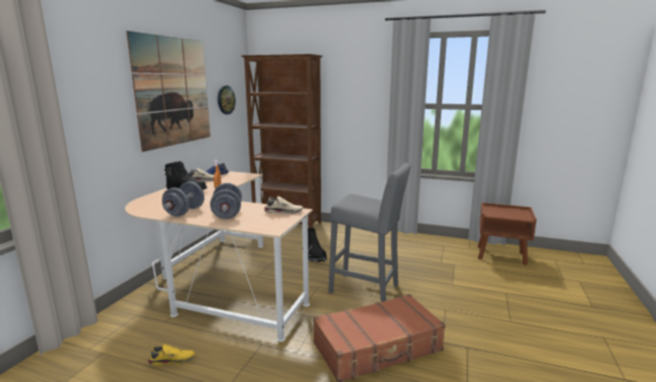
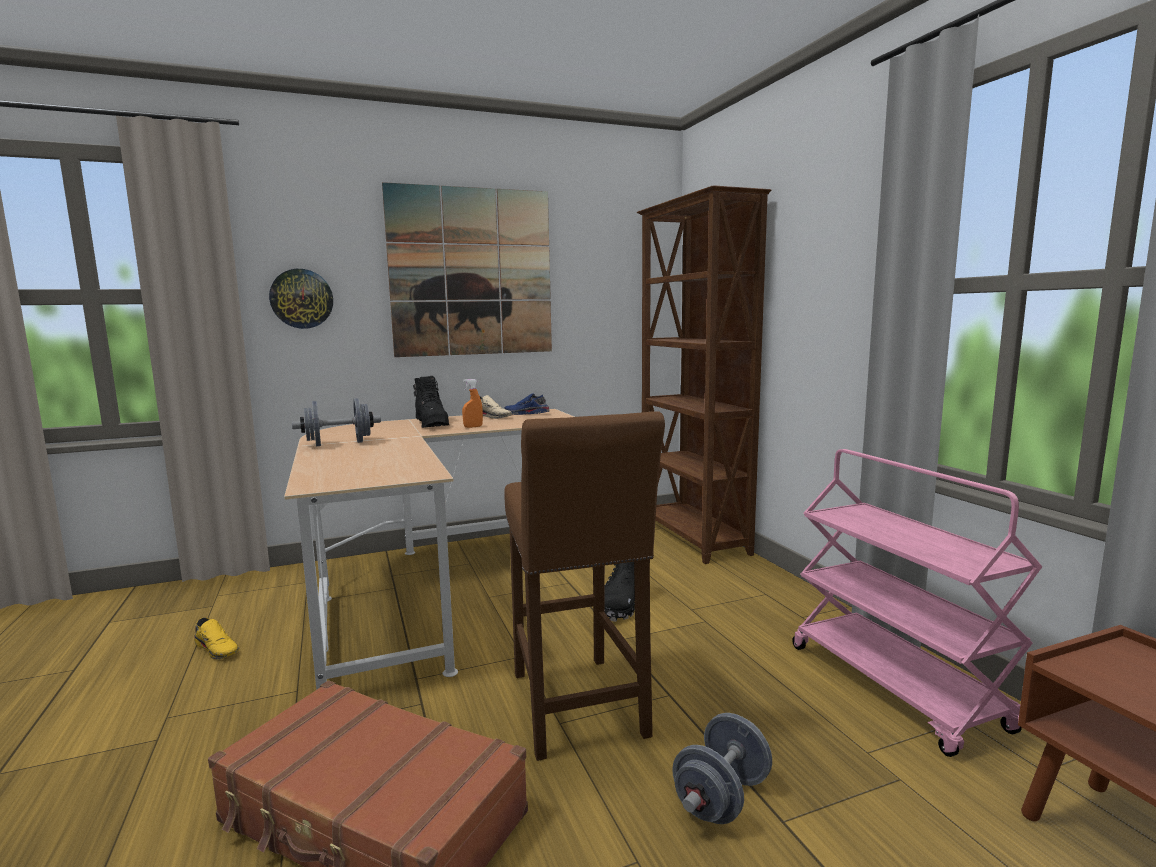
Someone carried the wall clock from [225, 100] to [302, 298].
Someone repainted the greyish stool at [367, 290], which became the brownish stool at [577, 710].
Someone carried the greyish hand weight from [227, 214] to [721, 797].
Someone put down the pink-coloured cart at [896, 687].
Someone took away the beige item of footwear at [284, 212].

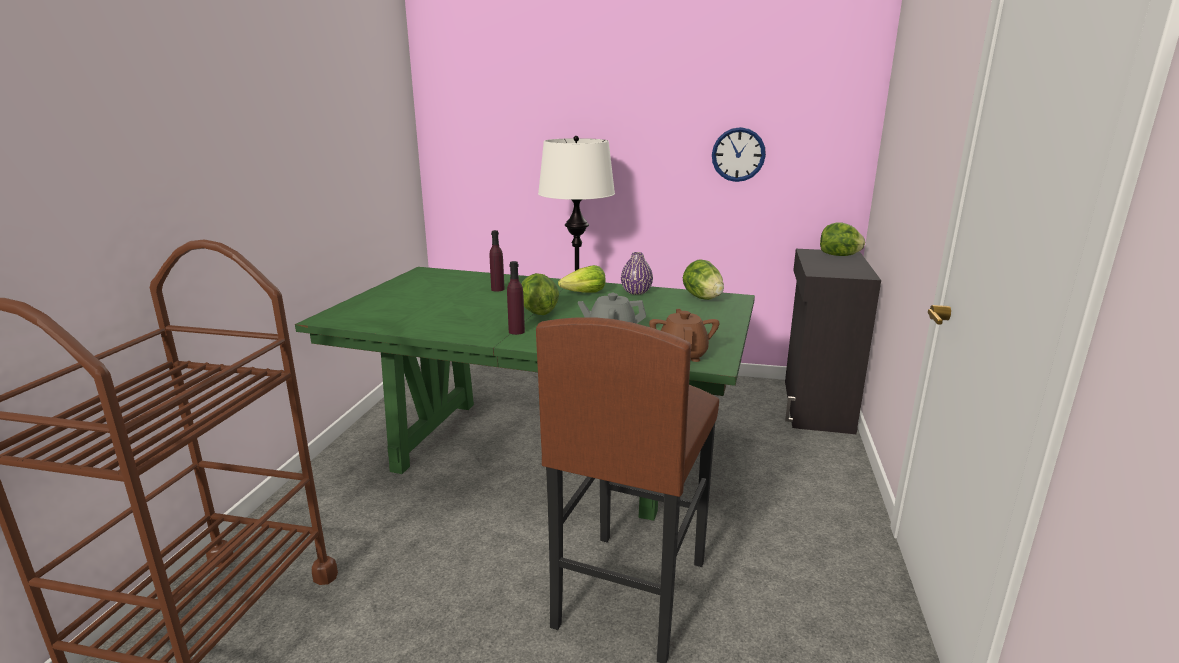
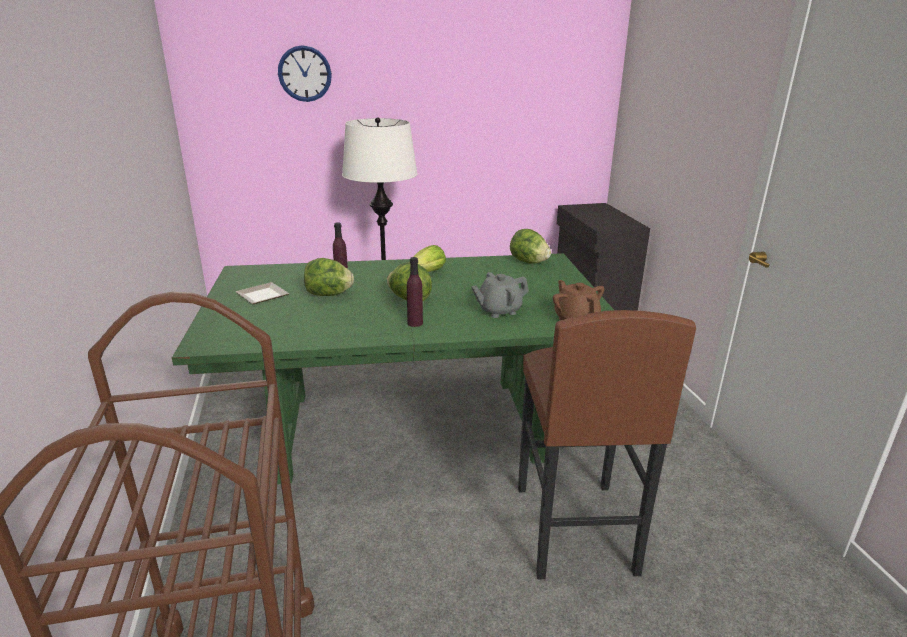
Someone put down the flat dish at [263, 295].
Someone carried the wall clock from [738, 154] to [304, 74].
Someone carried the lettuce from [839, 255] to [329, 294].
Someone took away the purple-coloured flower vase at [636, 292].

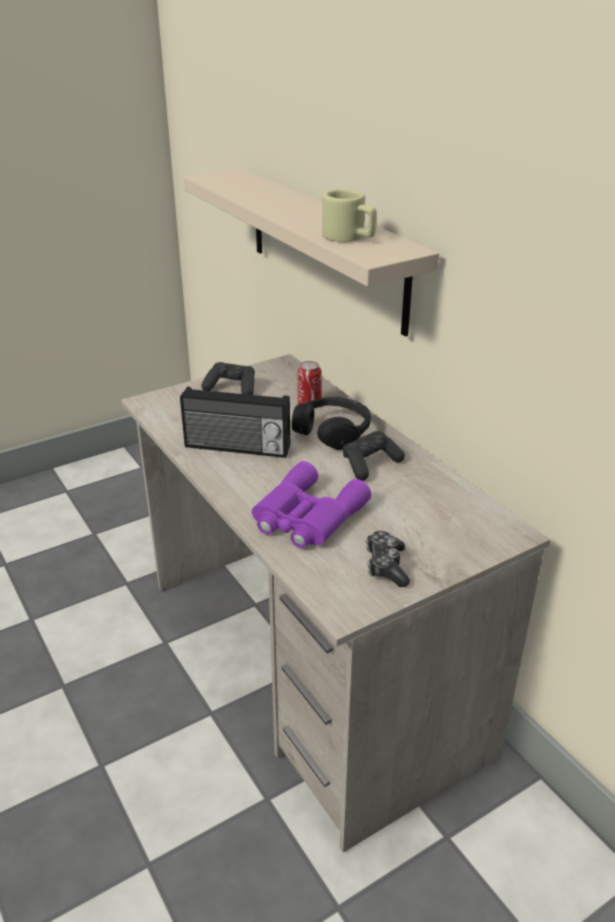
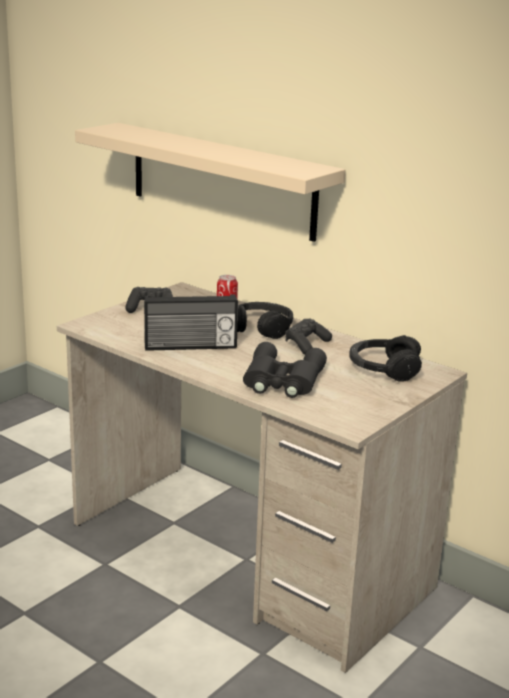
Someone repainted the purple-coloured field glasses at [306, 517], which became the blackish field glasses at [282, 381].
Someone put down the blackish headset at [383, 369].
Someone took away the beige tea mug at [349, 238].
Someone took away the joypad at [386, 566].

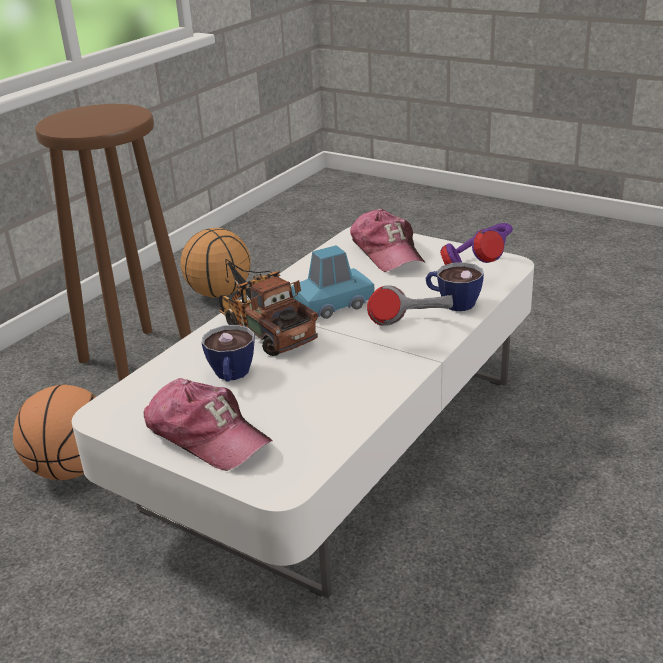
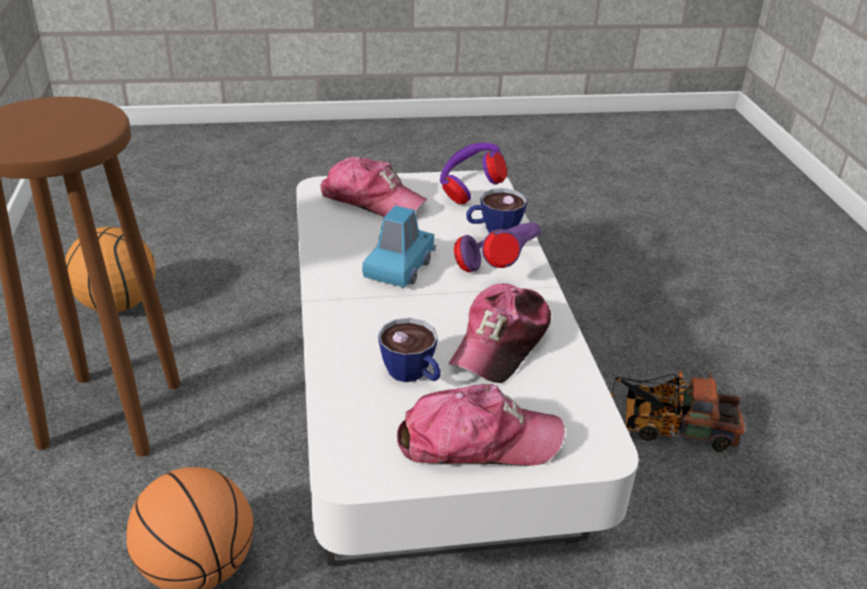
Someone put down the baseball cap at [501, 343].
Someone repainted the greyish headset at [410, 331], which became the purple-coloured headset at [498, 268].
Someone carried the model truck from [264, 328] to [670, 428].

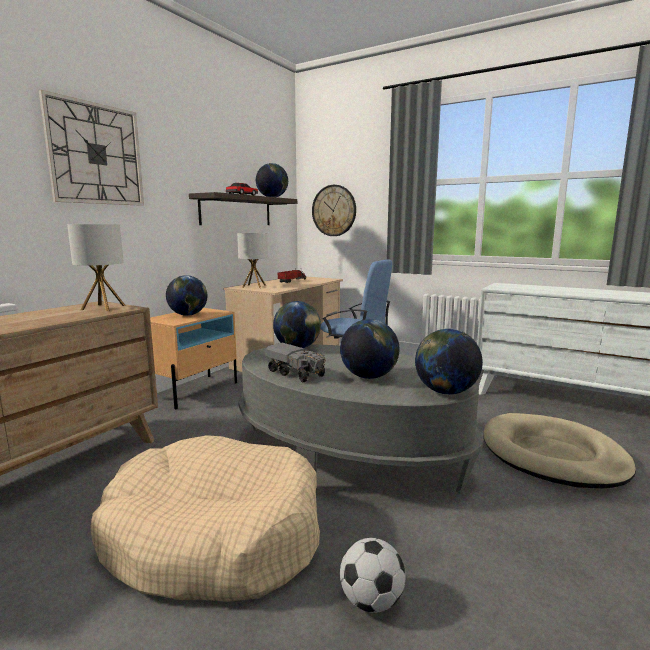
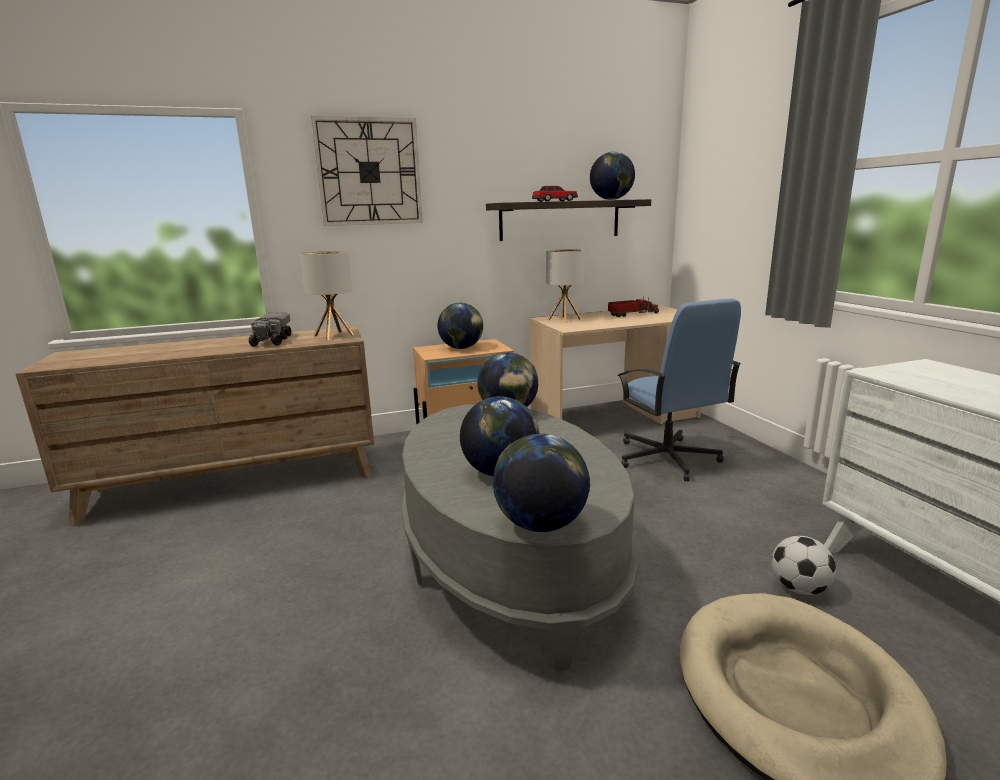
Someone carried the model truck from [296, 373] to [272, 341].
Someone carried the football from [371, 601] to [799, 588].
Someone took away the beige dog bed at [214, 535].
Someone took away the wall clock at [334, 210].

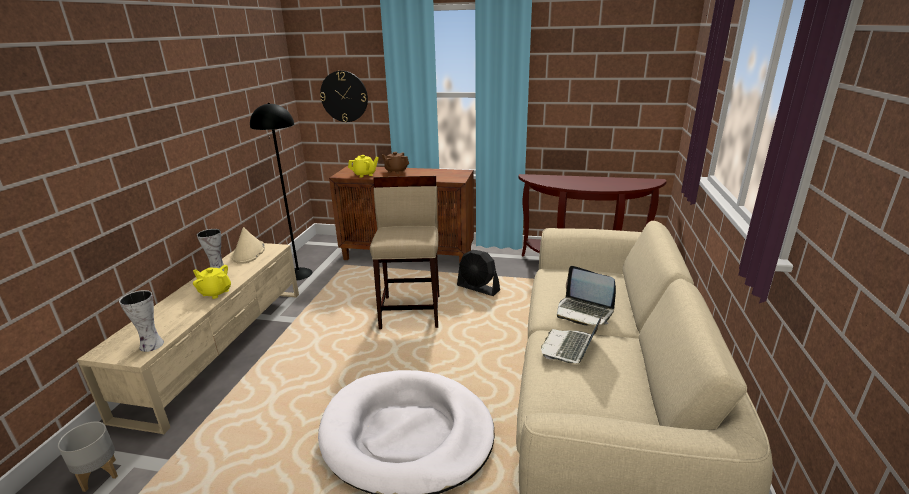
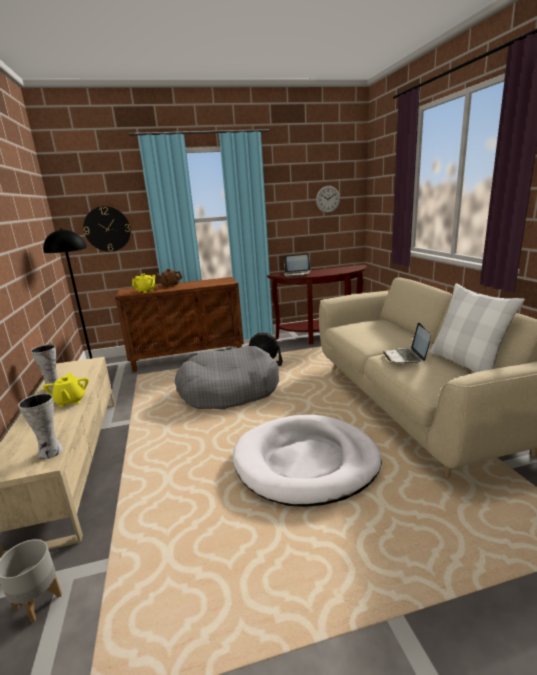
Someone rotated the yellowish tea pot at [215, 292] by 105 degrees counterclockwise.
Someone swapped the beige stool at [411, 311] for the greyish dog bed at [228, 390].
Someone carried the portable computer from [584, 312] to [297, 274].
Someone put up the wall clock at [328, 199].
Someone put down the white cushion at [466, 364].
Someone took away the beige wearable hat at [248, 253].

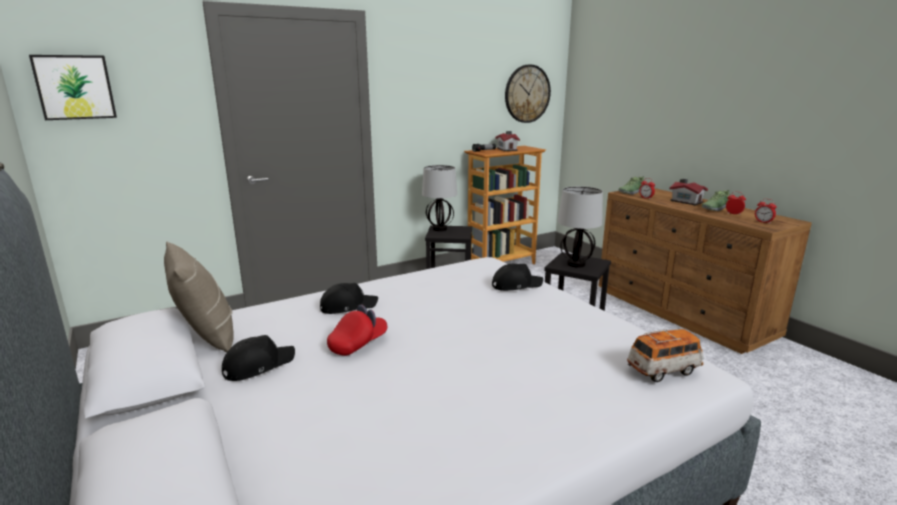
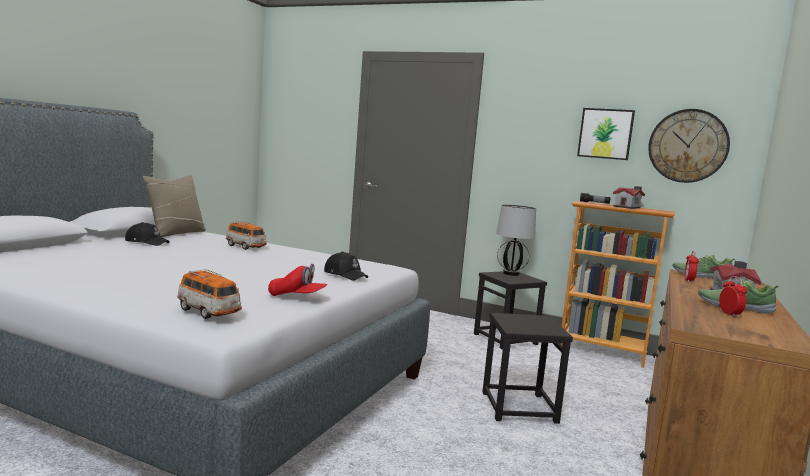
Someone swapped the blackish baseball cap at [347, 306] for the miniature car at [245, 247].
Someone carried the reddish baseball cap from [358, 344] to [297, 297].
Someone carried the picture from [75, 87] to [605, 134].
Someone took away the lamp for a table at [575, 264].
Someone took away the alarm clock at [763, 222].

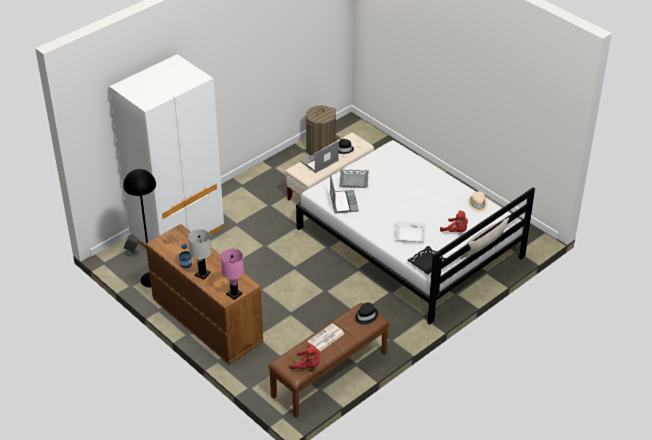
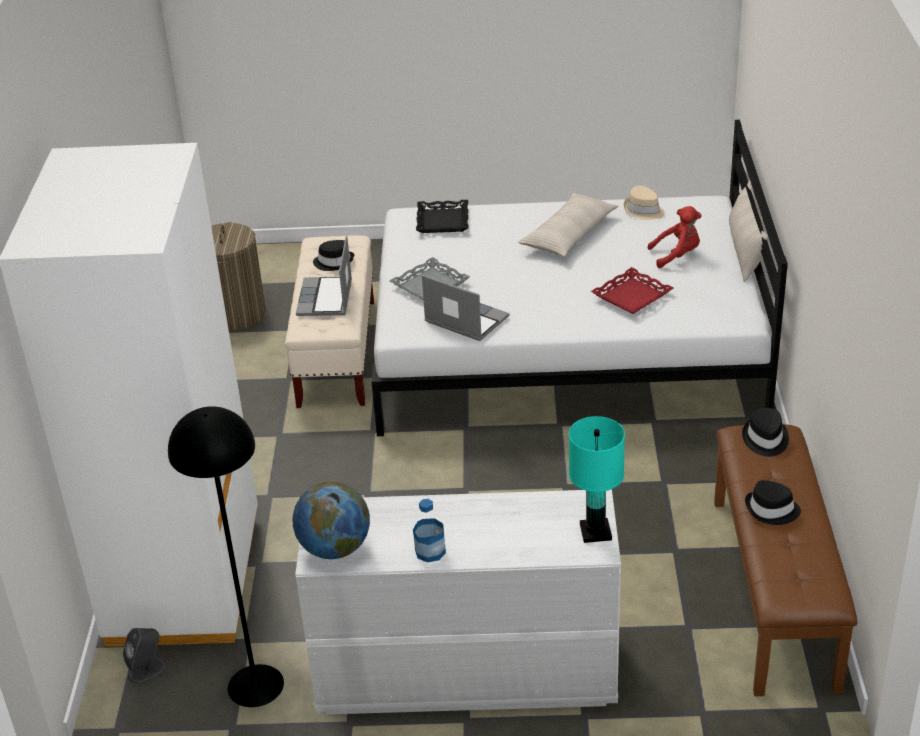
Someone put down the globe at [334, 548].
Someone repainted the brownish chest of drawers at [206, 322], which became the white chest of drawers at [464, 673].
Someone carried the blackish carrying tray from [427, 263] to [443, 221].
Someone put down the beige cushion at [569, 235].
Someone repainted the pink-coloured lamp for a table at [234, 294], which became the blue-green lamp for a table at [595, 531].
Someone repainted the white carrying tray at [410, 234], which became the reddish carrying tray at [632, 296].
Someone swapped the daily paper at [326, 338] for the blackish wearable hat at [771, 510].
Someone took away the white lamp for a table at [202, 274].
Someone took away the reddish plush toy at [307, 366].

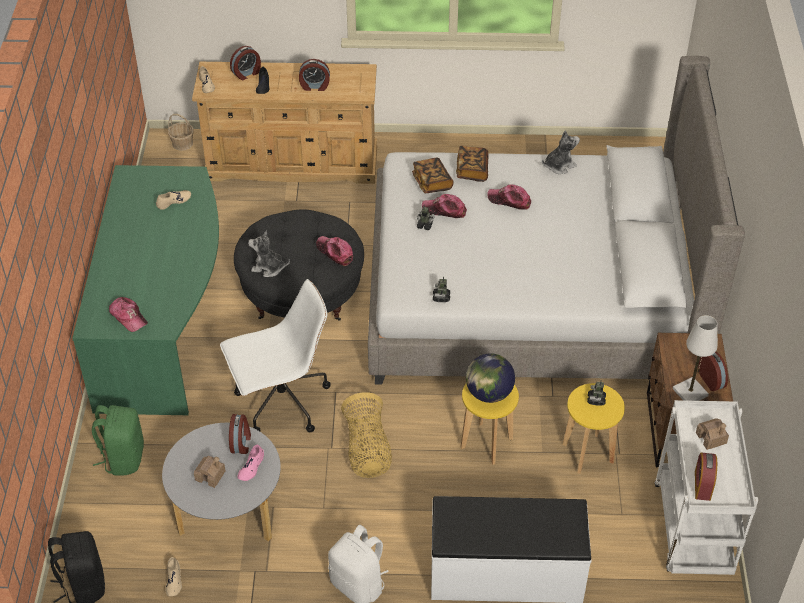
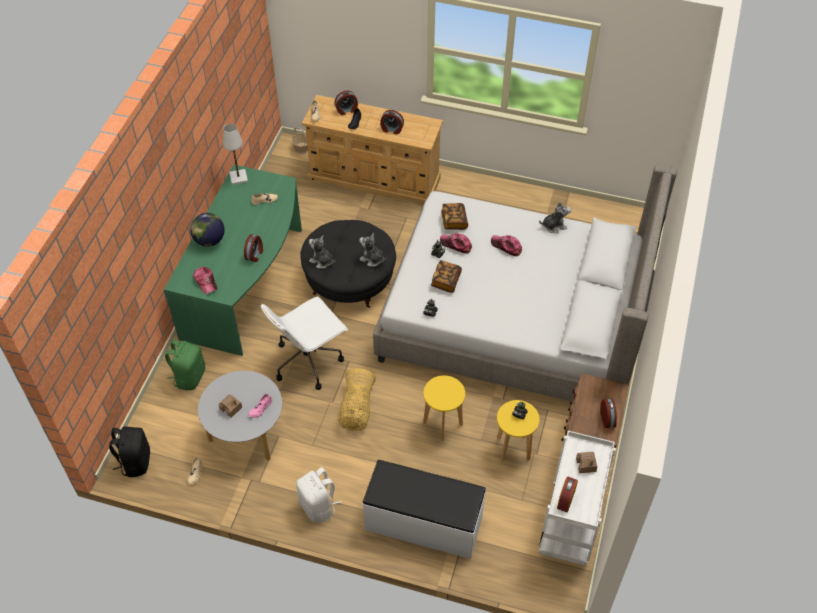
Someone carried the globe from [488, 393] to [209, 240].
Someone carried the white lamp for a table from [690, 392] to [238, 178].
Someone carried the alarm clock from [241, 443] to [255, 255].
Someone rotated the white desk chair at [281, 402] by 150 degrees clockwise.
Someone swapped the baseball cap at [335, 252] for the plush toy at [372, 259].
Someone carried the book from [472, 170] to [446, 281].

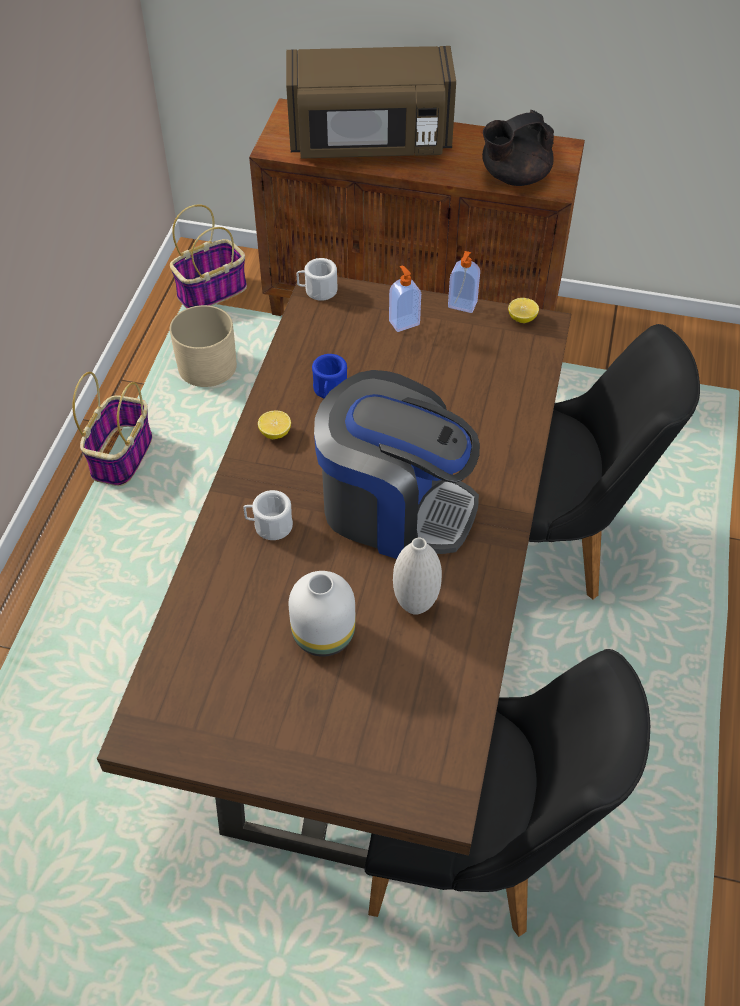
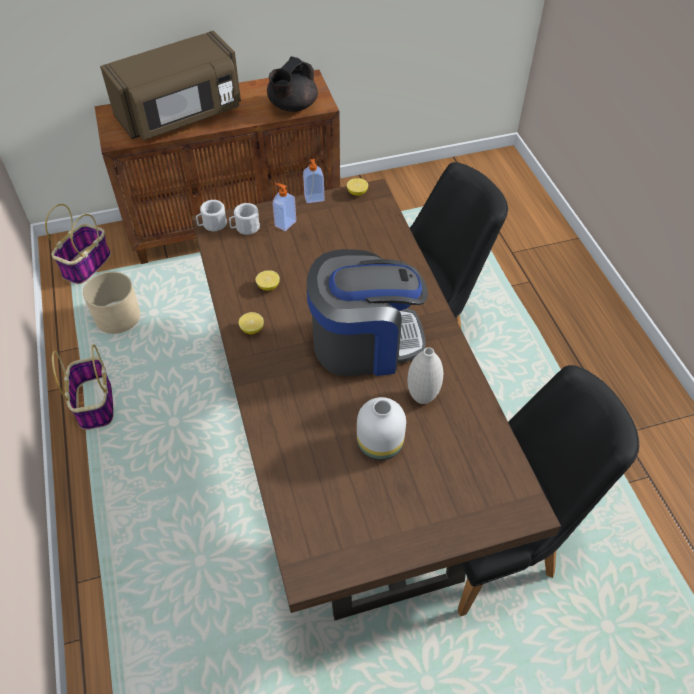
Someone carried the white tea mug from [269, 525] to [245, 228].
Someone swapped the bluish tea mug at [329, 391] for the whole lemon at [268, 286].

